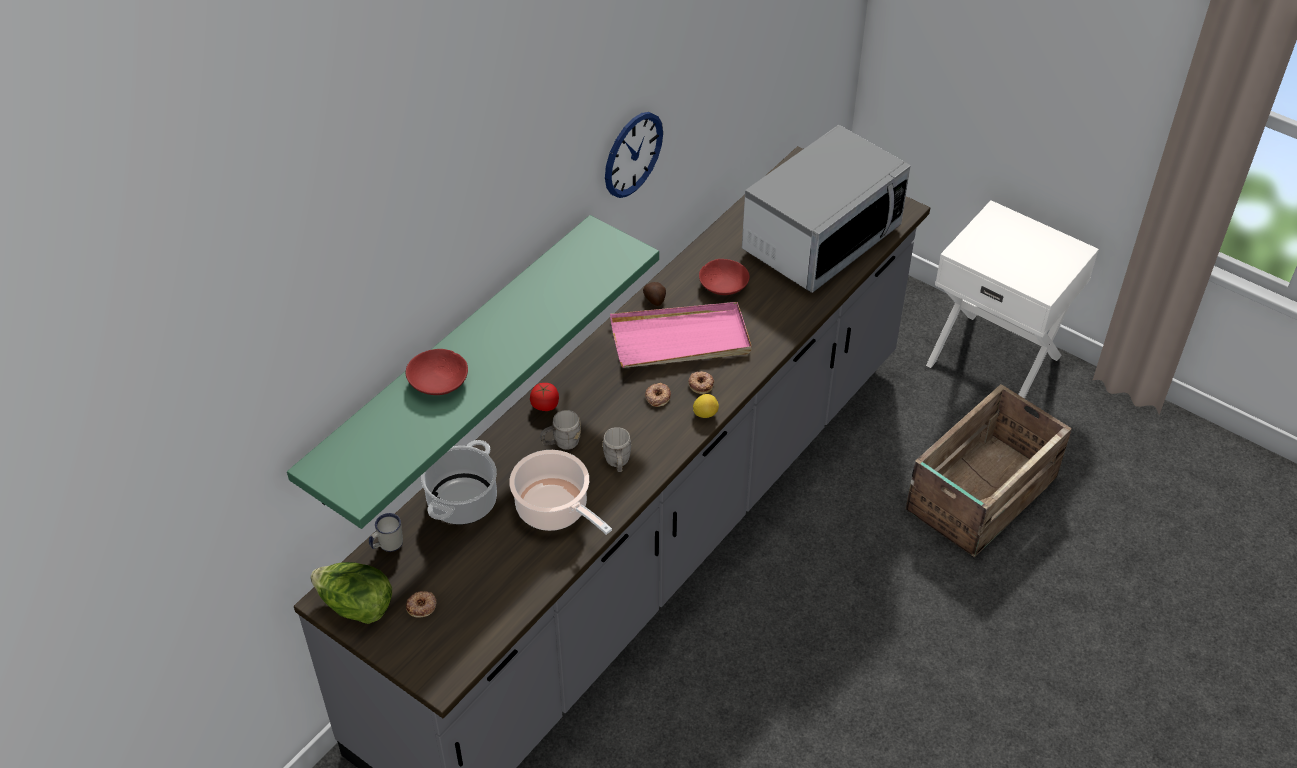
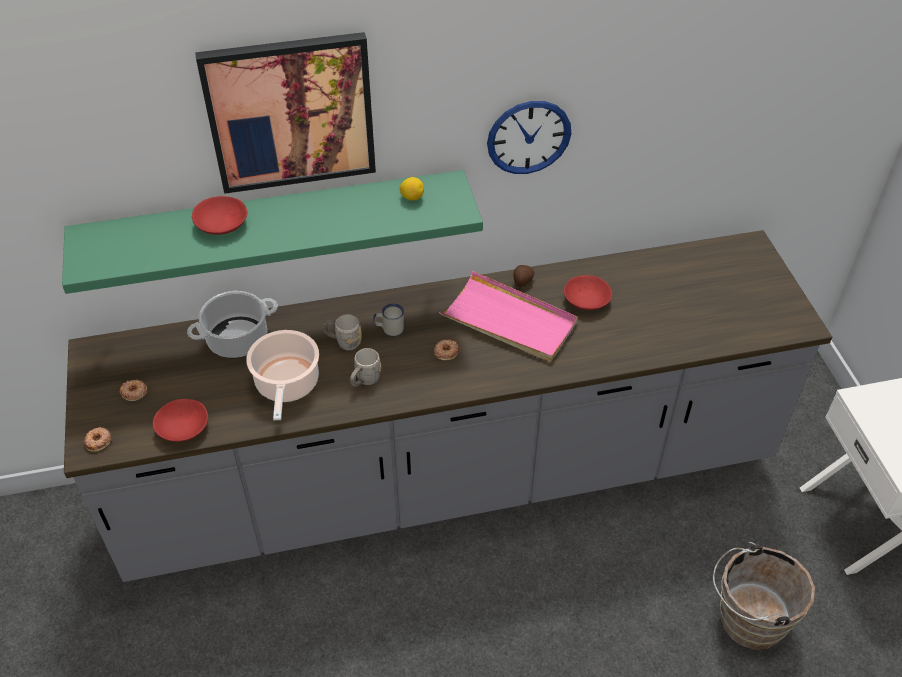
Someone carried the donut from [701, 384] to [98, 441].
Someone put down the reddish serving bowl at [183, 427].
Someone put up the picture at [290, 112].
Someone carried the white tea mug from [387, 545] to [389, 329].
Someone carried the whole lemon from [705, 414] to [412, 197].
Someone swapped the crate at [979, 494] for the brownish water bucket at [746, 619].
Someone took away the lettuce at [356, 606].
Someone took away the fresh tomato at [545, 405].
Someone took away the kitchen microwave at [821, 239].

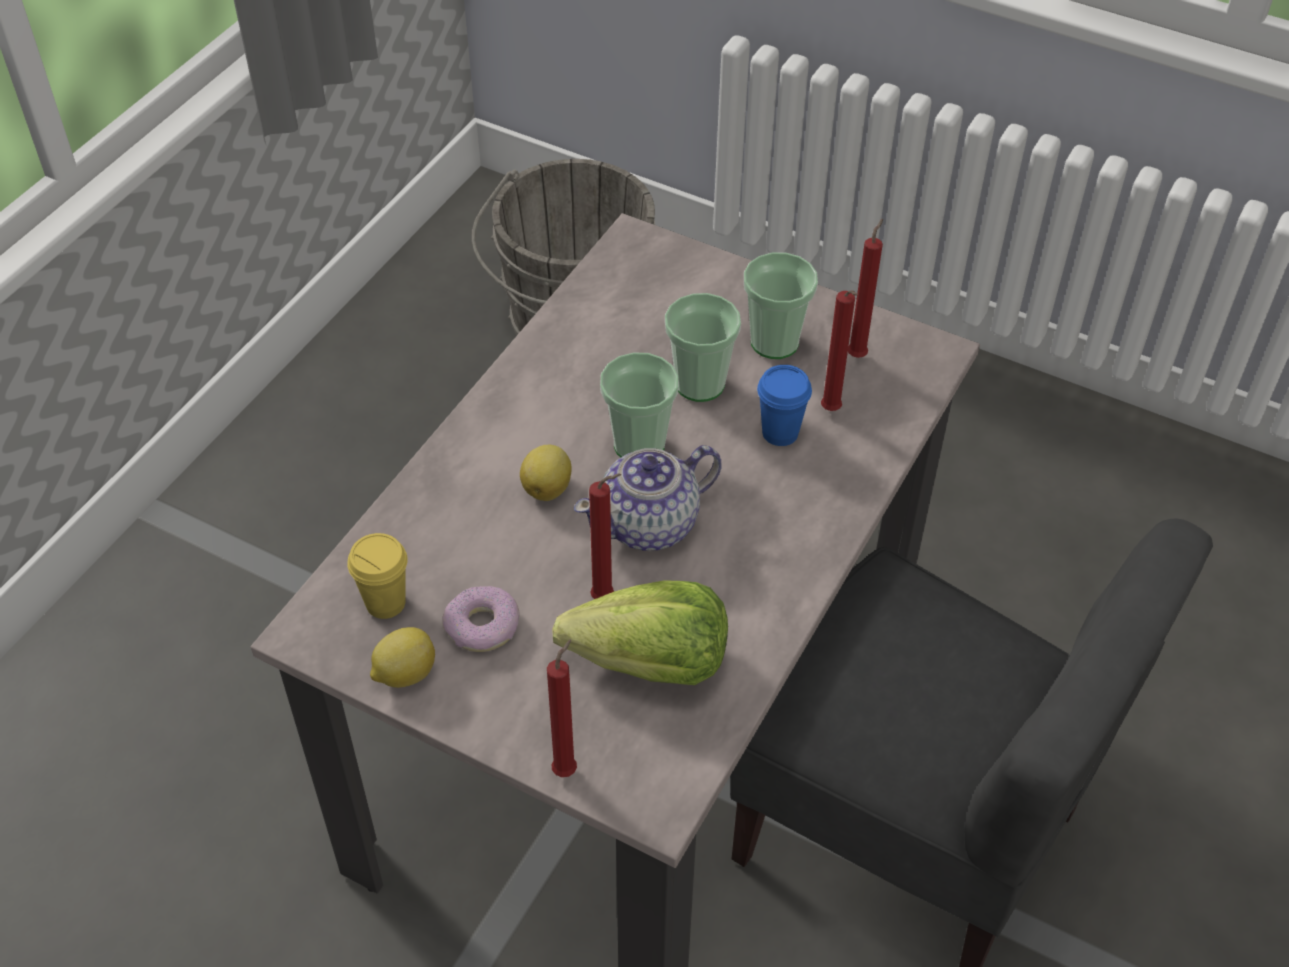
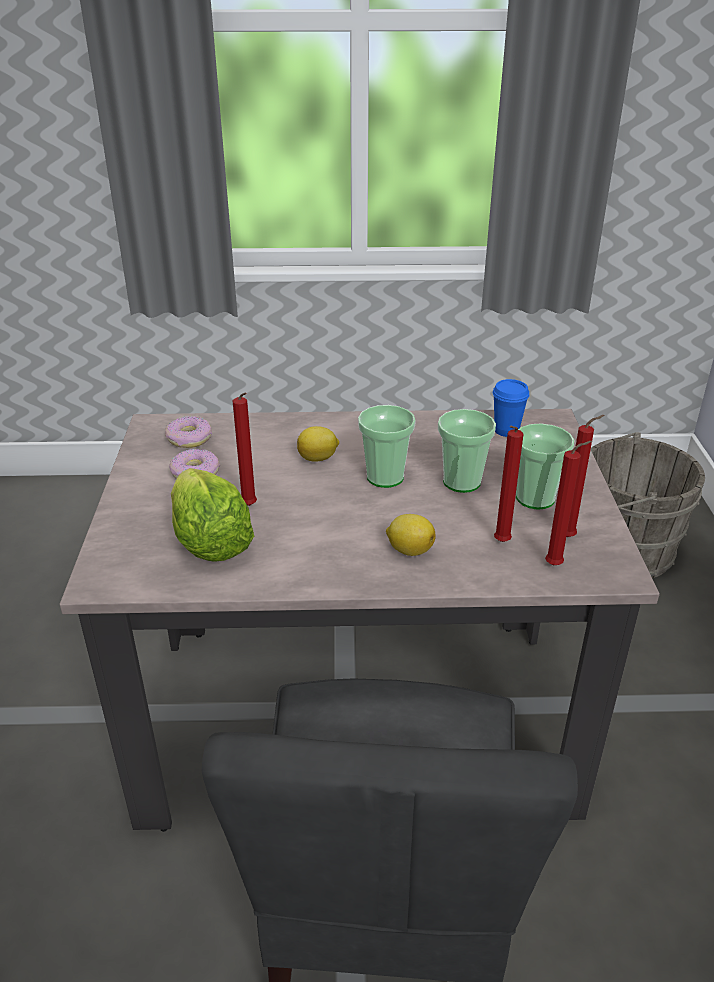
Someone swapped the yellowish drinking cup at [385, 603] for the donut at [189, 439].
Someone carried the whole lemon from [404, 673] to [409, 550].
Someone carried the bluish drinking cup from [780, 433] to [506, 430].
Someone carried the reddish candle from [567, 768] to [556, 565].
Someone took away the tea pot at [650, 524].

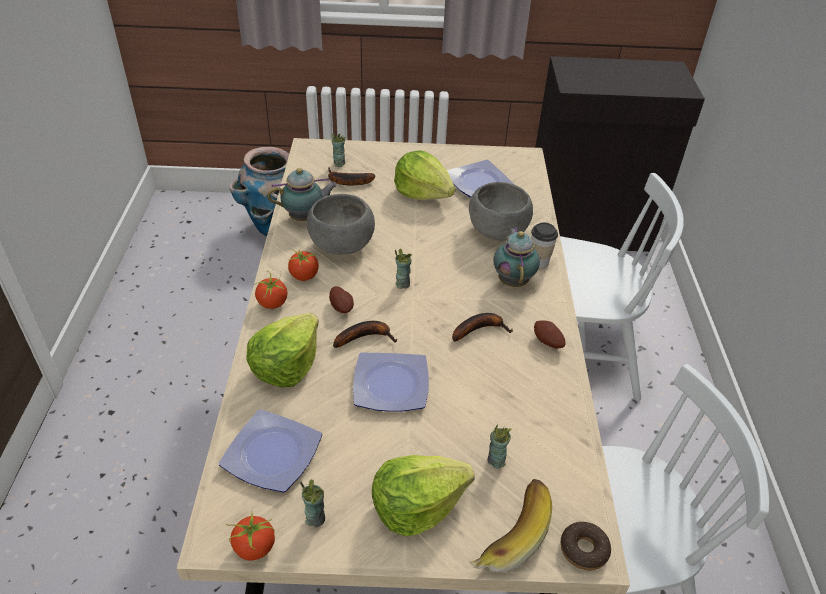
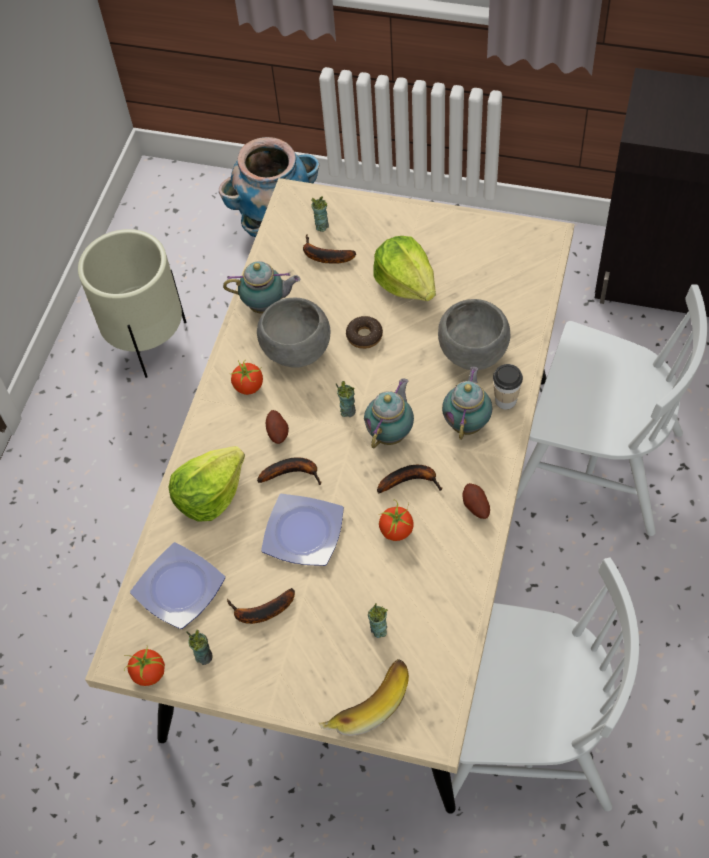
Someone put down the beige flower pot at [148, 341].
Someone put down the banana at [260, 612].
Someone carried the donut from [583, 550] to [364, 336].
Someone put down the tea pot at [391, 432].
Someone carried the fresh tomato from [272, 303] to [396, 530].
Someone took away the lettuce at [417, 505].
Someone took away the flat dish at [478, 184].

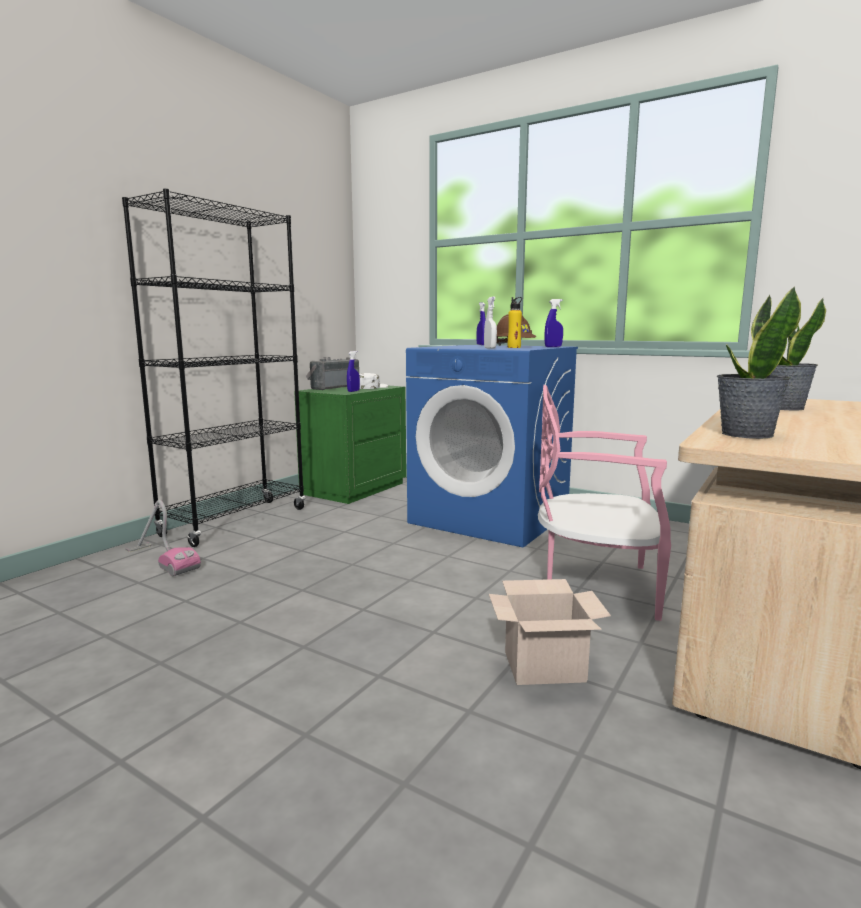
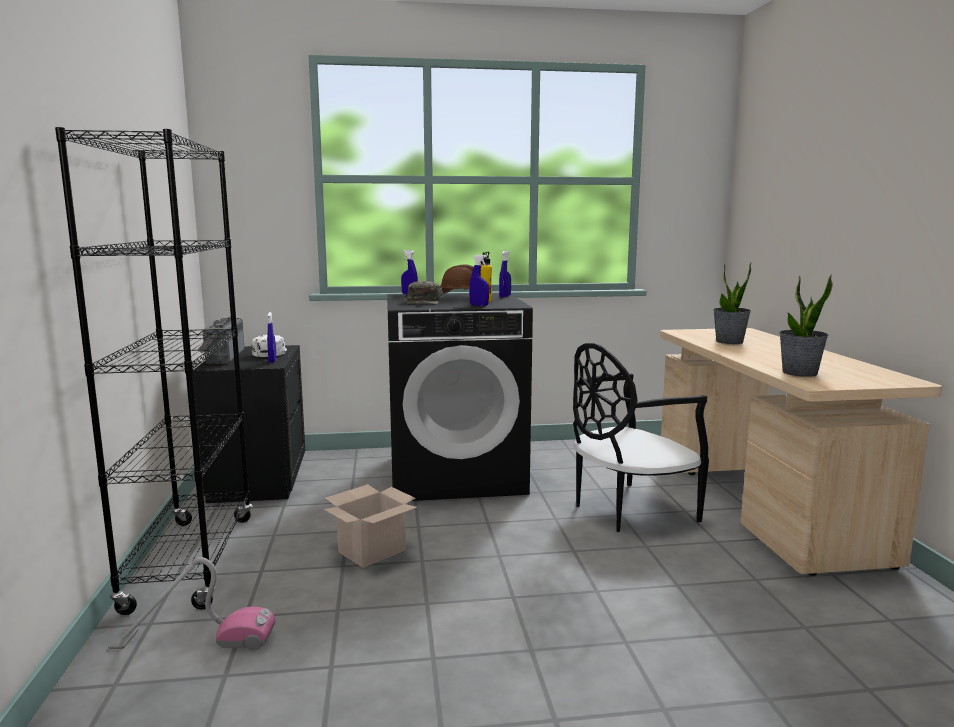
Someone repainted the green nightstand at [353, 488], which became the blackish nightstand at [257, 479].
Someone carried the carton from [546, 666] to [372, 550].
Someone repainted the bluish washing machine at [491, 518], which became the blackish washing machine at [456, 474].
Someone put down the green baseball cap at [424, 302].
Someone repainted the white hand sprayer at [490, 348], which became the bluish hand sprayer at [479, 305].
Someone repainted the pink-coloured upright chair at [595, 586], which became the blackish upright chair at [628, 510].

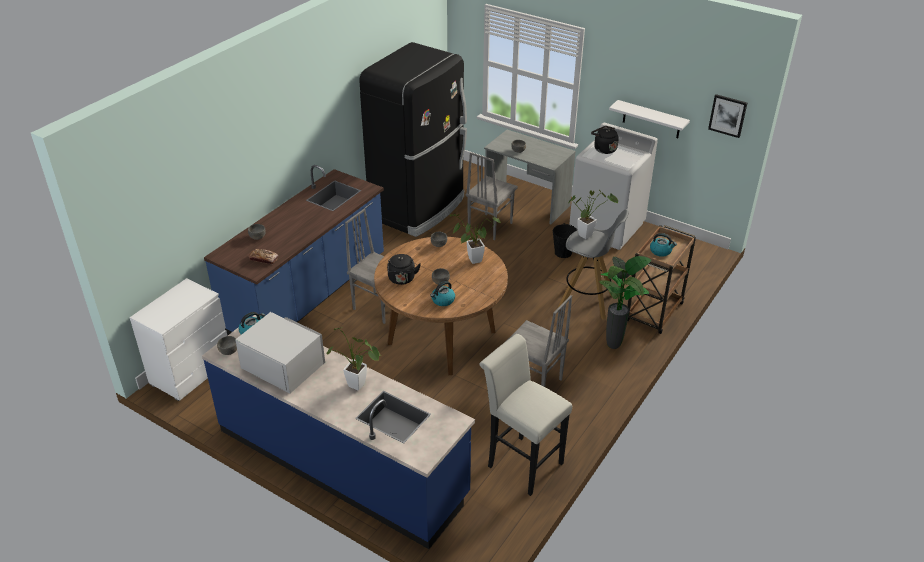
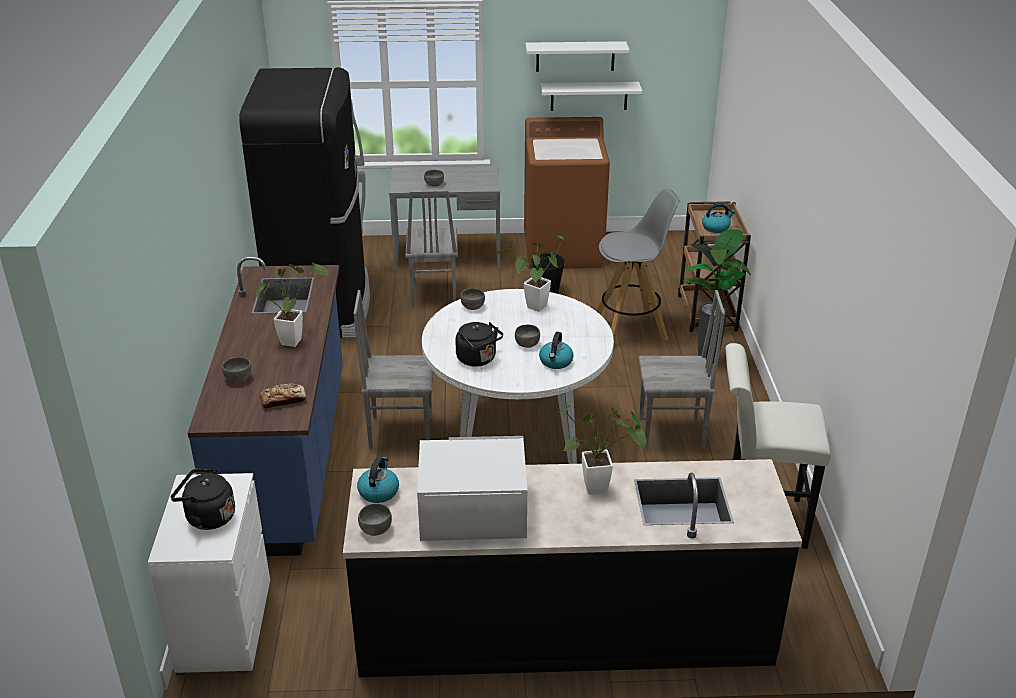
Someone carried the blackish tea kettle from [603, 149] to [207, 517].
Someone carried the plant in a pot from [587, 234] to [293, 339].
Someone repainted the bluish kitchen counter at [342, 462], which became the blackish kitchen counter at [563, 627].
Someone repainted the brownish kitchen table at [441, 337], which became the white kitchen table at [517, 432].
Someone repainted the white washing machine at [607, 227], which became the brownish washing machine at [563, 251].
Someone put up the white shelf at [575, 56].
Someone took away the picture at [727, 115].

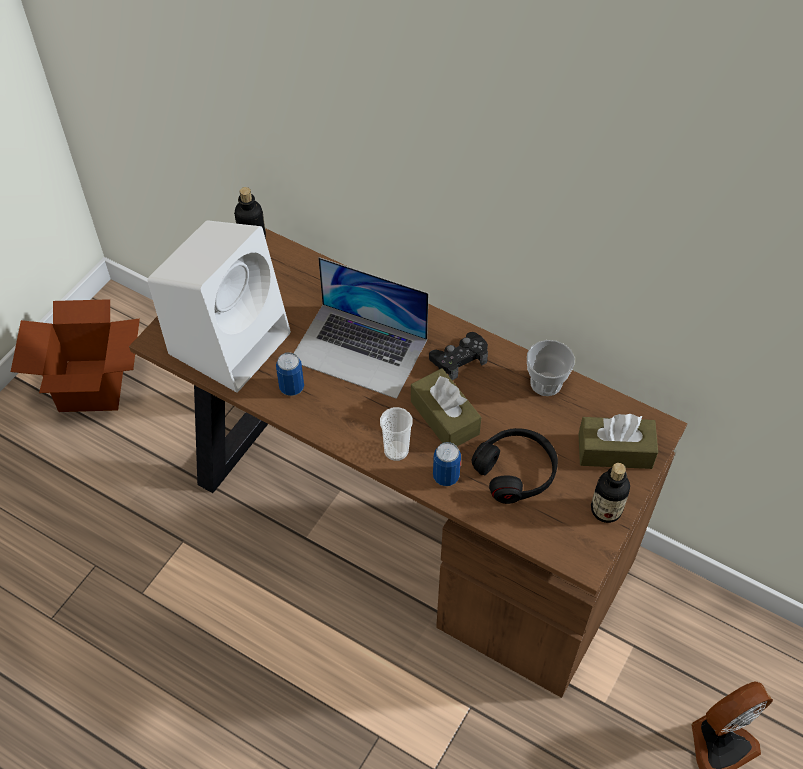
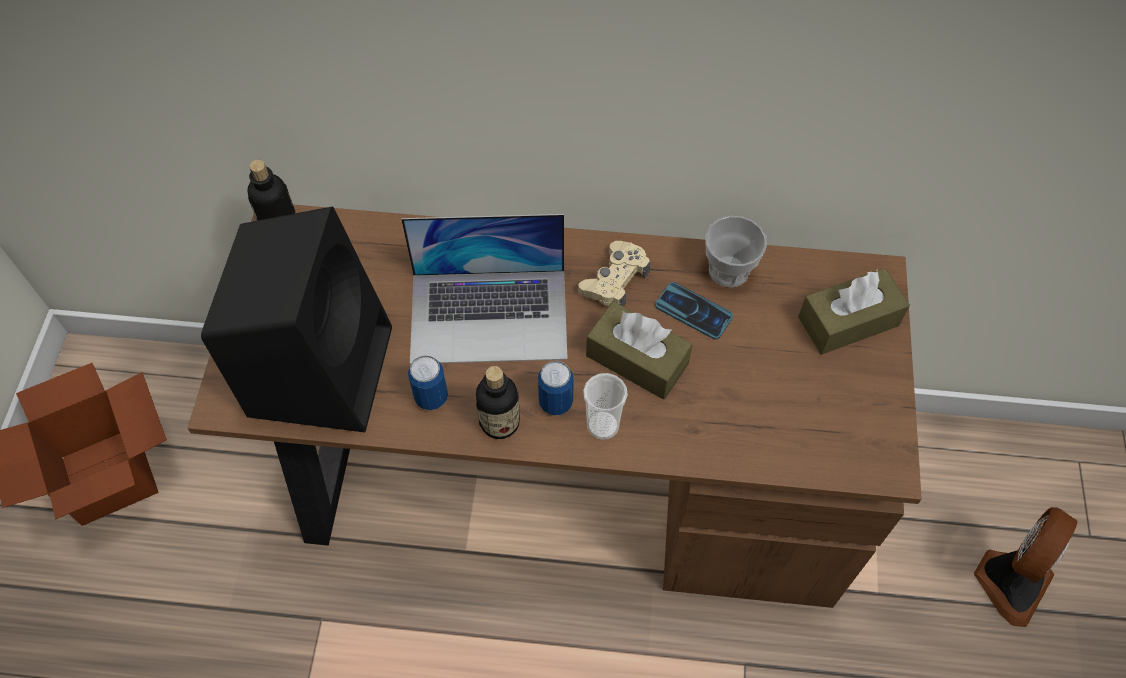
Someone repainted the white loudspeaker at [231, 340], which became the blackish loudspeaker at [321, 367].
Someone carried the drink bottle from [606, 510] to [500, 422].
Someone carried the sealed can from [446, 476] to [555, 402].
Someone repainted the blackish joypad at [459, 359], which became the beige joypad at [614, 280].
Someone put down the telephone at [693, 311].
Someone took away the blackish headset at [516, 471].

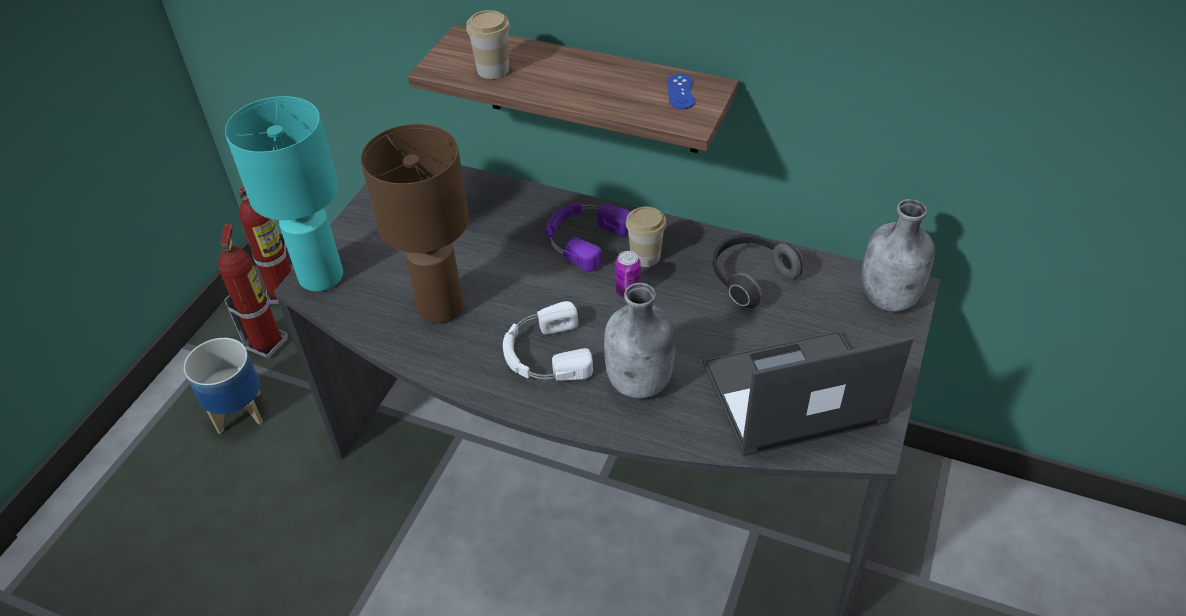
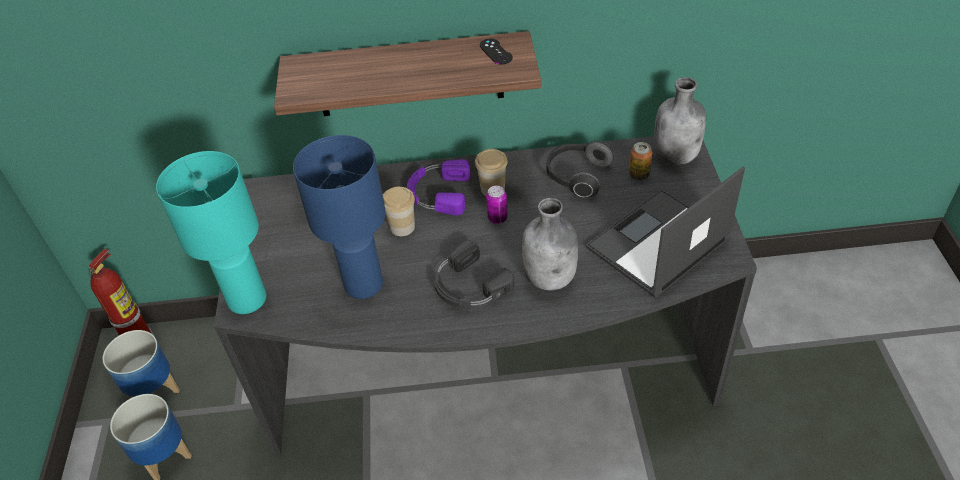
Someone swapped the fire extinguisher at [267, 343] for the flower pot at [154, 391].
Someone repainted the brownish lamp for a table at [439, 307], which became the bluish lamp for a table at [362, 285].
Someone carried the drinking cup from [493, 69] to [402, 227].
Someone repainted the white headset at [545, 354], which became the blackish headset at [468, 286].
Someone repainted the bluish joypad at [680, 92], which became the blackish joypad at [496, 52].
Someone put down the sealed can at [639, 174].

